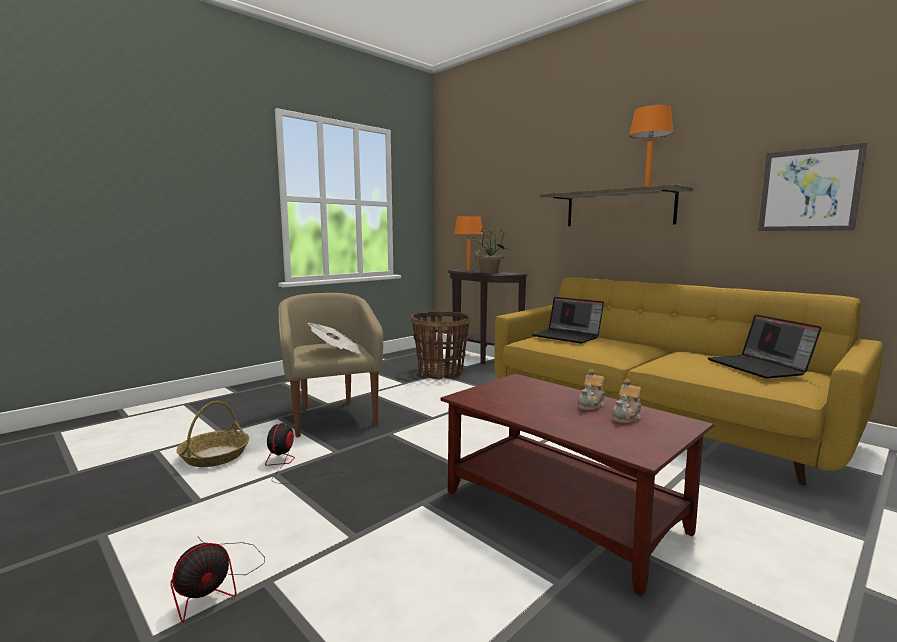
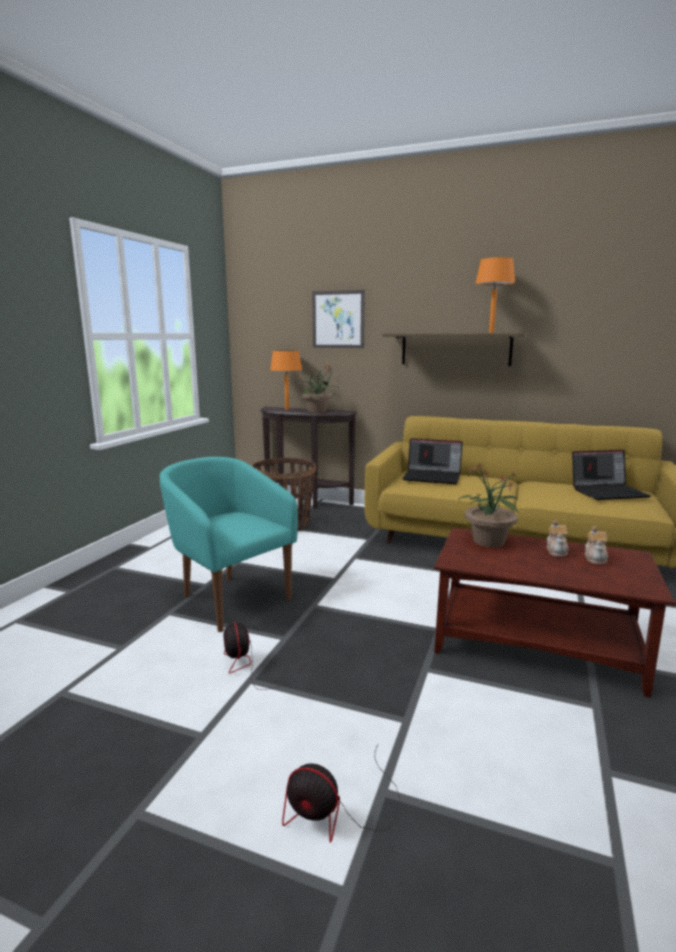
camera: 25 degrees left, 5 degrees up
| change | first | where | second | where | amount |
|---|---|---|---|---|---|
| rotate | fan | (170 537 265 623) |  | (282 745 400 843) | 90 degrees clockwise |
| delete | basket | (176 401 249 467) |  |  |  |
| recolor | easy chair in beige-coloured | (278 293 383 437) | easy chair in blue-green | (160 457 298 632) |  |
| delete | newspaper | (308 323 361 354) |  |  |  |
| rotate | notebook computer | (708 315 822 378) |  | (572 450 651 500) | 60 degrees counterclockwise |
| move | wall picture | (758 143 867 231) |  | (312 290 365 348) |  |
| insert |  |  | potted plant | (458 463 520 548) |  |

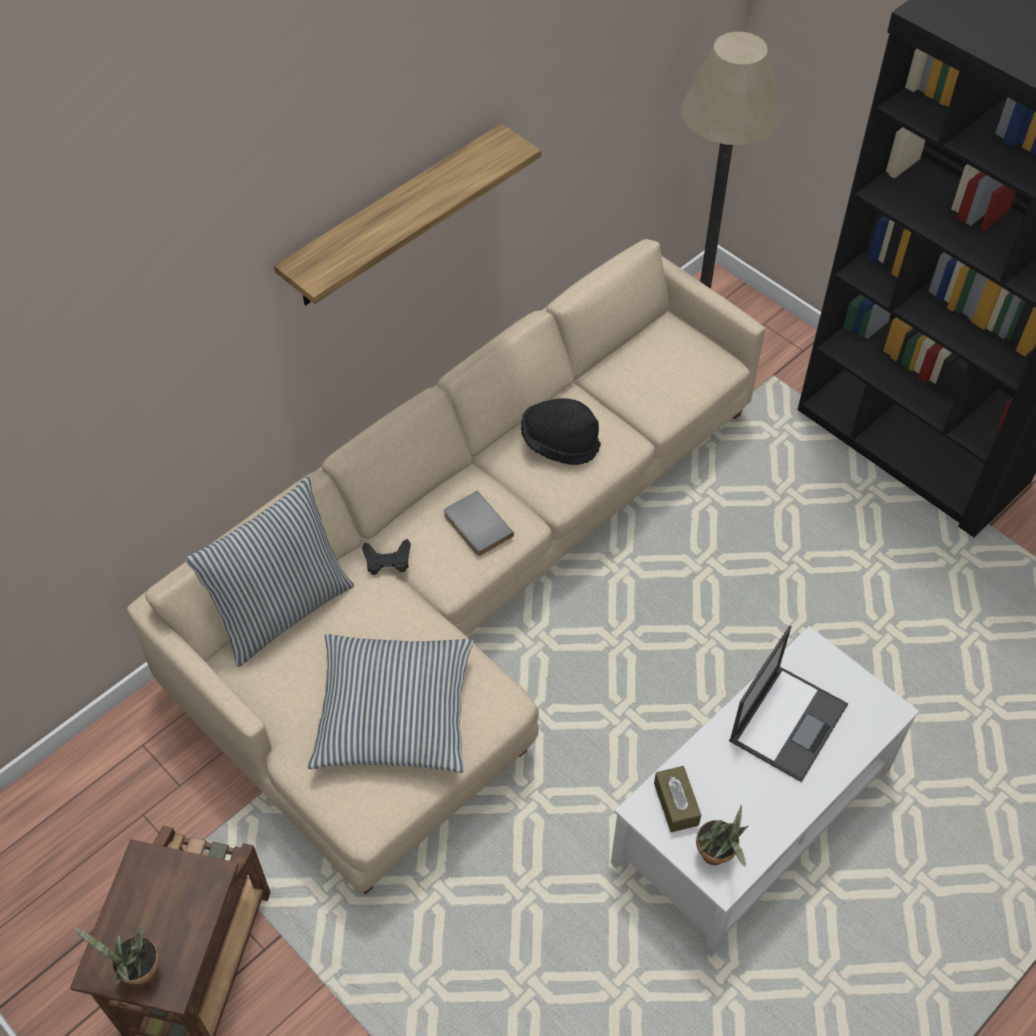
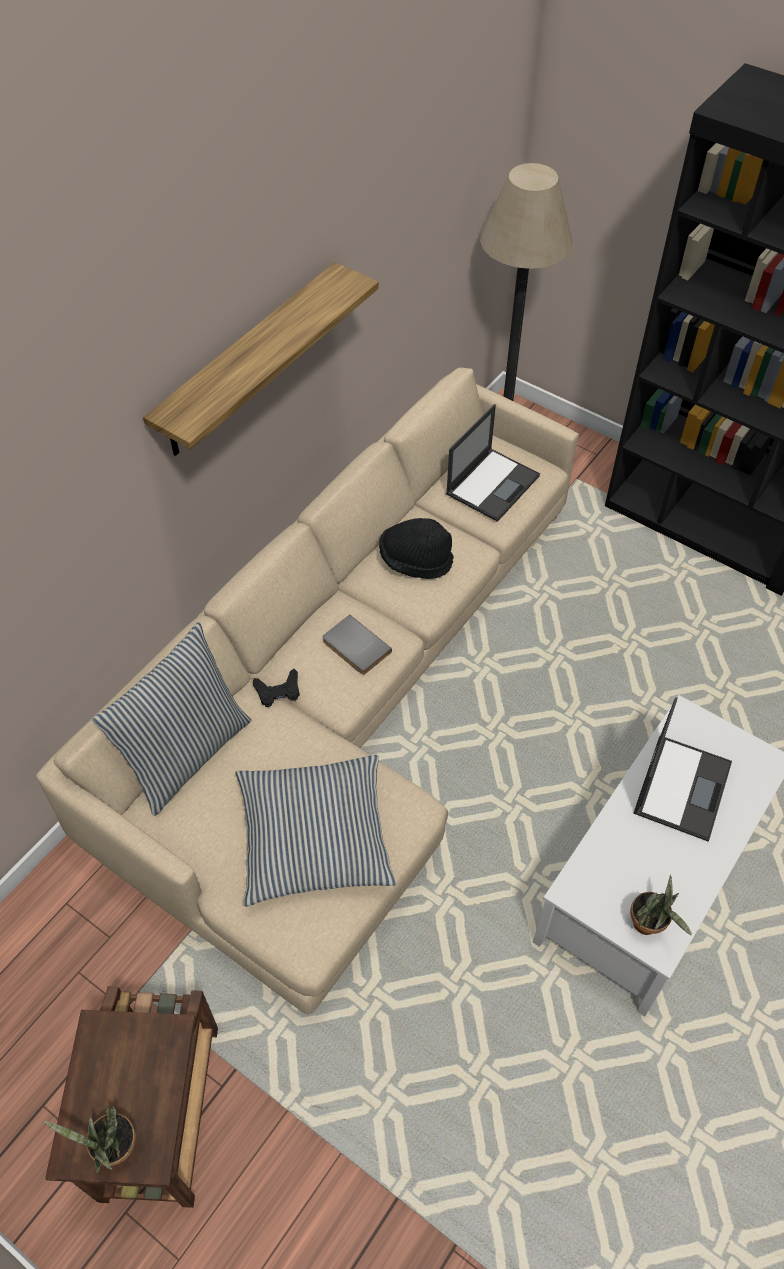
camera: 10 degrees left, 0 degrees up
| change | first | where | second | where | amount |
|---|---|---|---|---|---|
| delete | tissue box in brownish | (654 766 701 832) |  |  |  |
| insert |  |  | notebook computer | (446 404 540 522) |  |

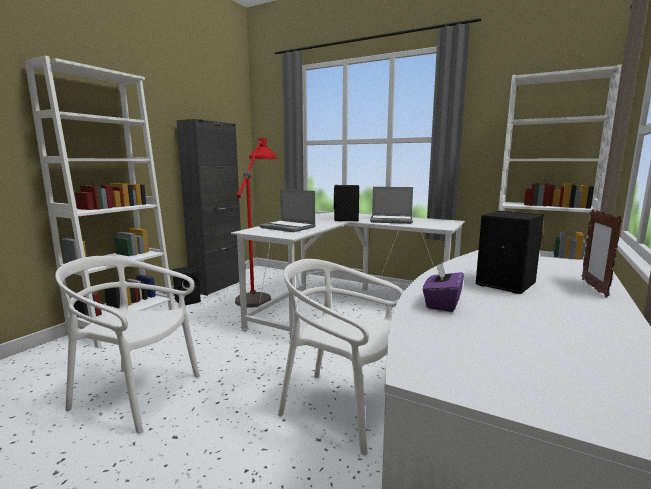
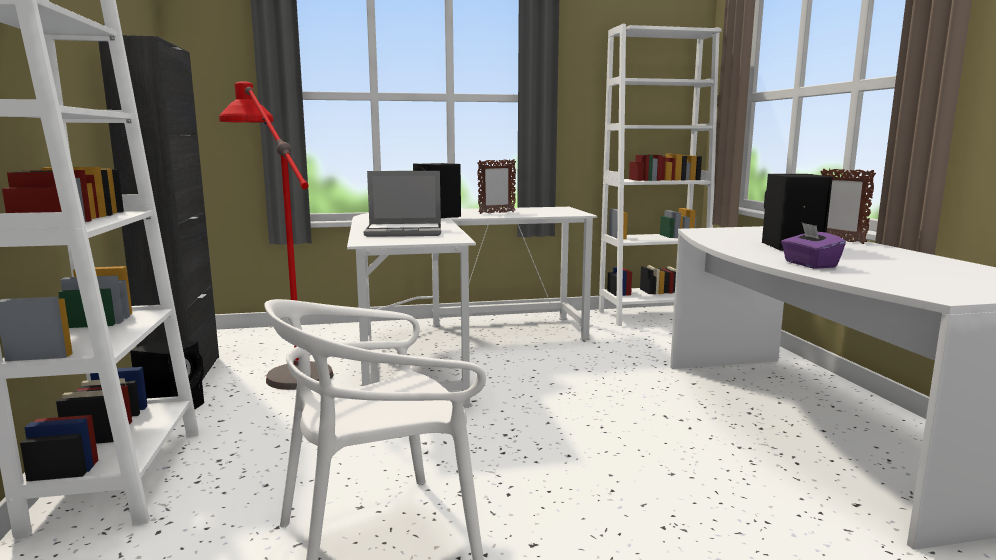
camera: 40 degrees left, 0 degrees up
| change | first | where | second | where | amount |
|---|---|---|---|---|---|
| delete | plain chair in white | (278 259 403 455) |  |  |  |
| replace | notebook computer | (370 187 413 224) | photo frame | (477 159 516 214) |  |

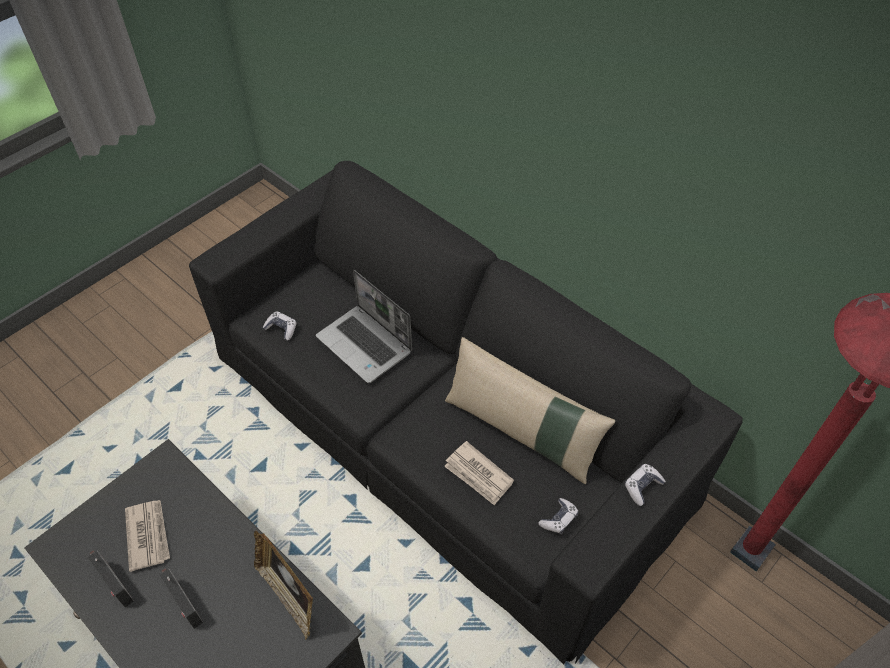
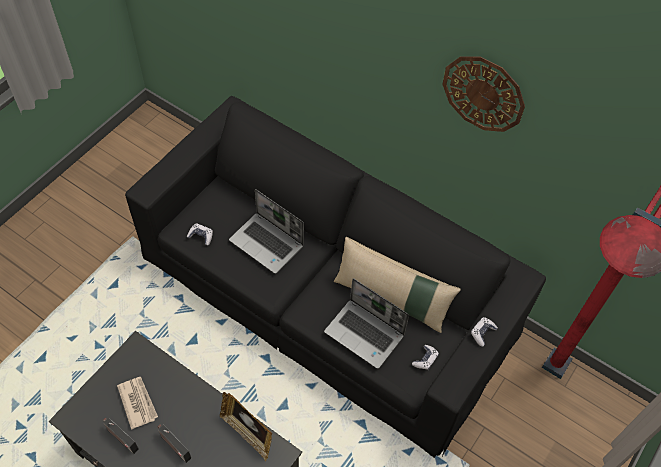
camera: 10 degrees left, 5 degrees up
| change | first | where | second | where | amount |
|---|---|---|---|---|---|
| replace | newspaper | (444 441 514 506) | notebook computer | (324 278 409 369) |  |
| insert |  |  | hanging clock | (442 56 525 132) |  |

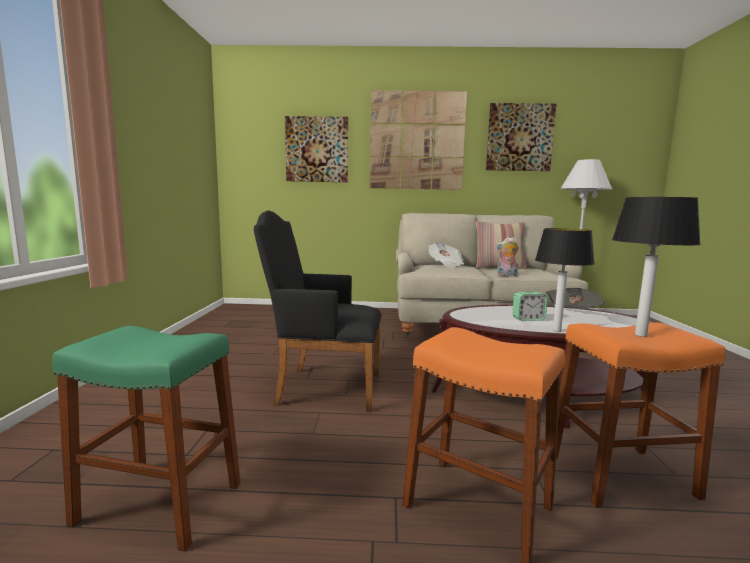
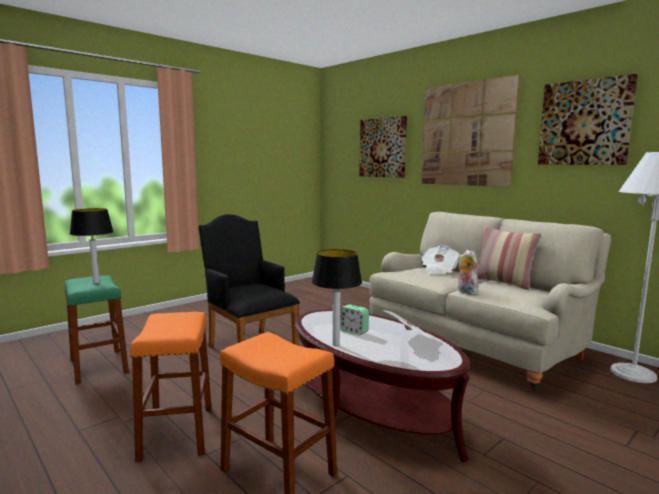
camera: 45 degrees right, 0 degrees up
| change | first | where | second | where | amount |
|---|---|---|---|---|---|
| move | tabletop lamp | (612 197 701 337) |  | (70 208 114 284) |  |

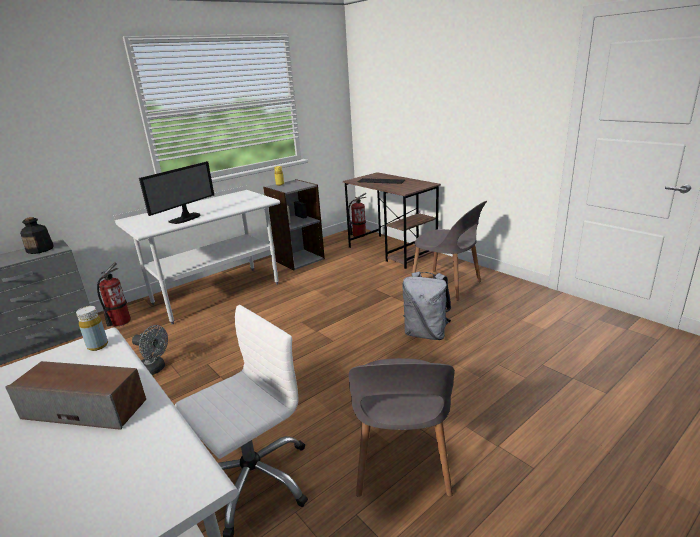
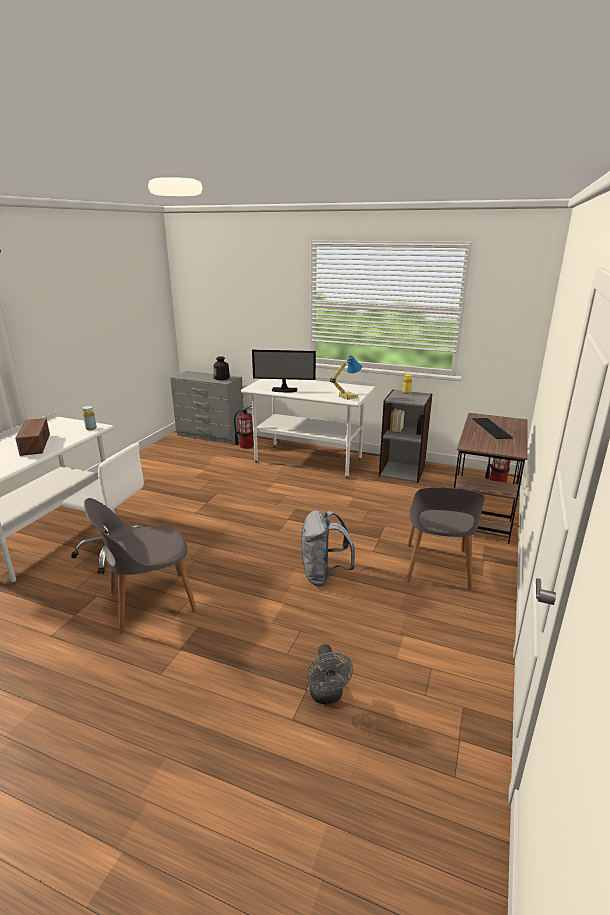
camera: 60 degrees right, 0 degrees up
| change | first | where | second | where | amount |
|---|---|---|---|---|---|
| move | fan in greyish | (132 325 168 375) |  | (307 644 353 704) |  |
| insert |  |  | tabletop lamp | (330 355 362 400) |  |

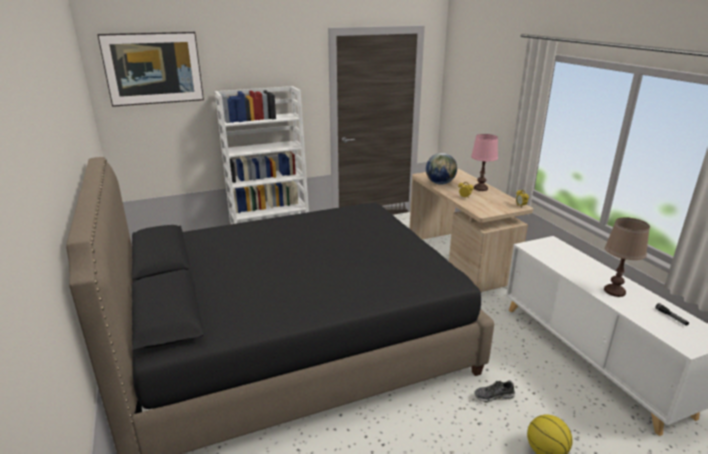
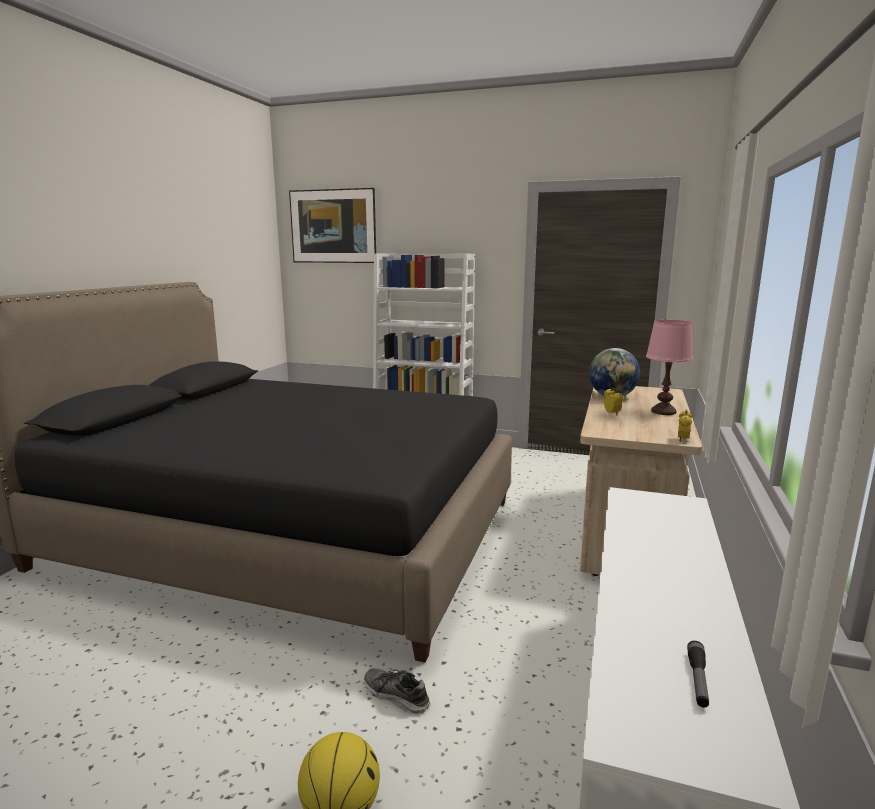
camera: 40 degrees right, 10 degrees down
| change | first | where | second | where | amount |
|---|---|---|---|---|---|
| delete | tabletop lamp in brownish | (604 217 650 297) |  |  |  |

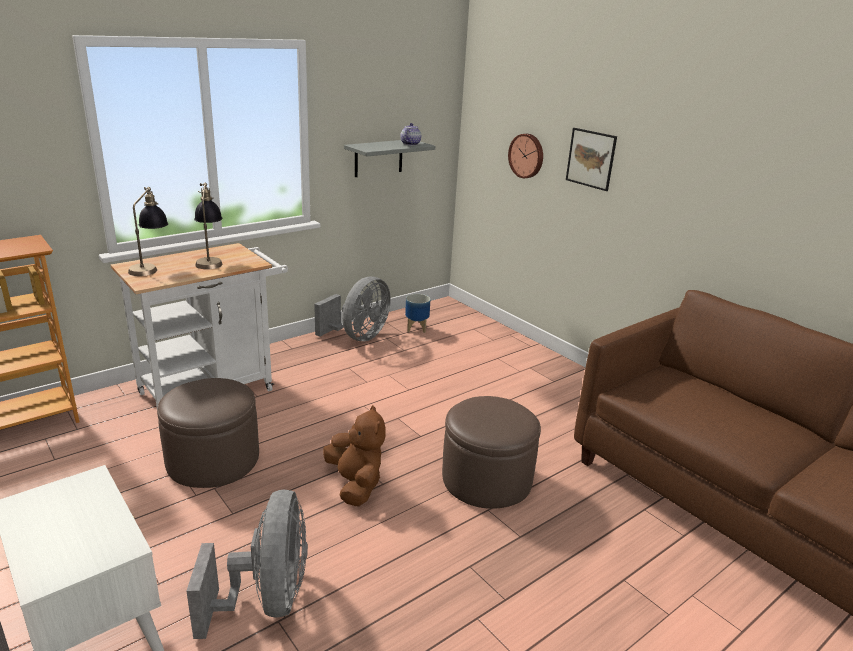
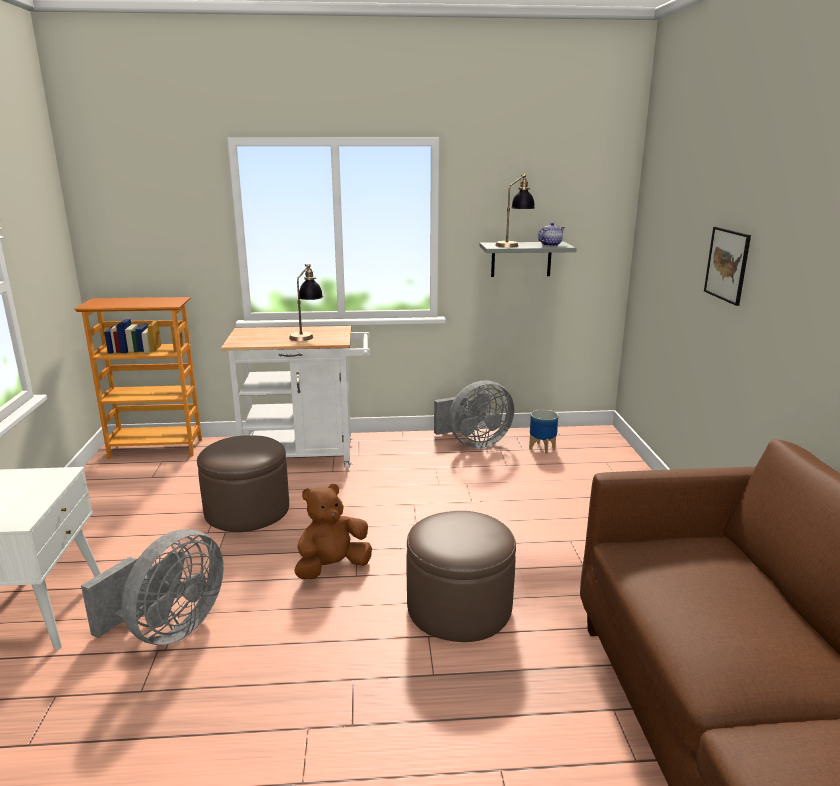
camera: 35 degrees right, 5 degrees down
| change | first | where | second | where | amount |
|---|---|---|---|---|---|
| move | tabletop lamp | (128 187 168 276) |  | (495 174 535 248) |  |
| rotate | soft toy in brownish | (323 405 386 506) |  | (294 484 372 579) | 135 degrees counterclockwise |
| delete | hanging clock | (508 134 543 178) |  |  |  |

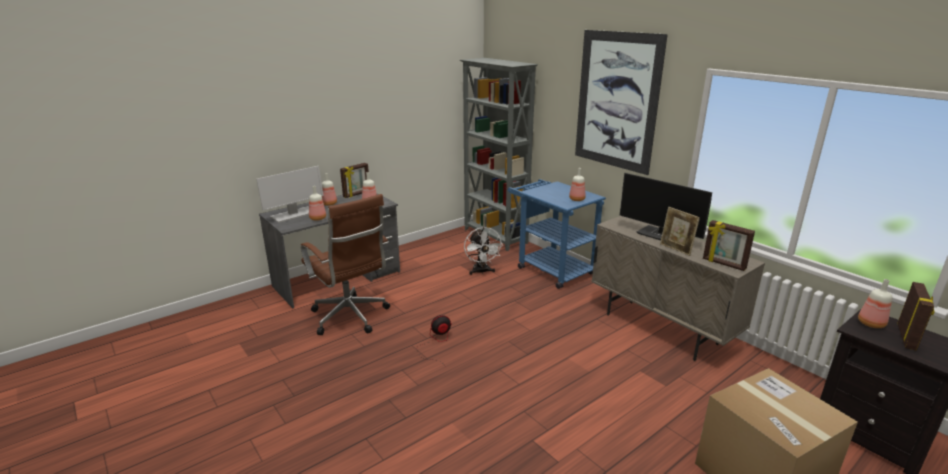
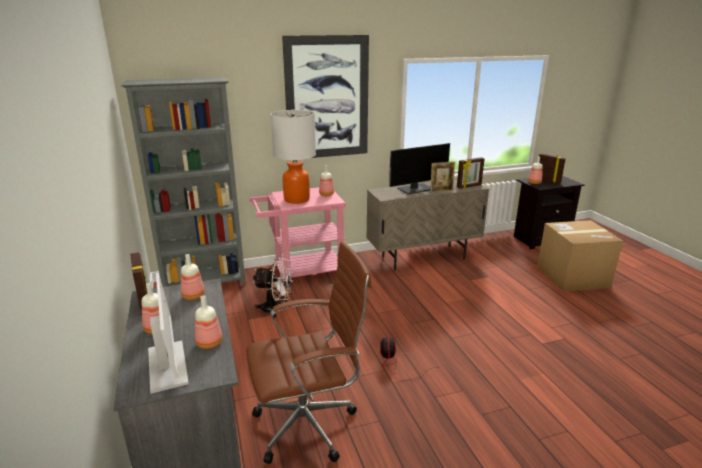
camera: 70 degrees left, 0 degrees up
| change | first | where | second | where | amount |
|---|---|---|---|---|---|
| recolor | trolley in bluish | (508 179 606 289) | trolley in pinkish | (250 187 346 288) |  |
| insert |  |  | tabletop lamp | (271 110 316 204) |  |

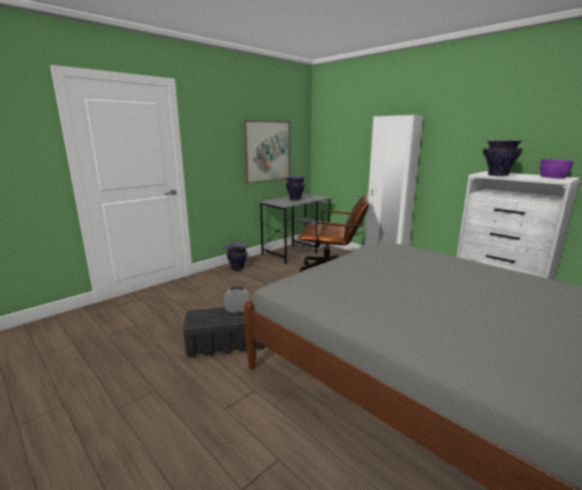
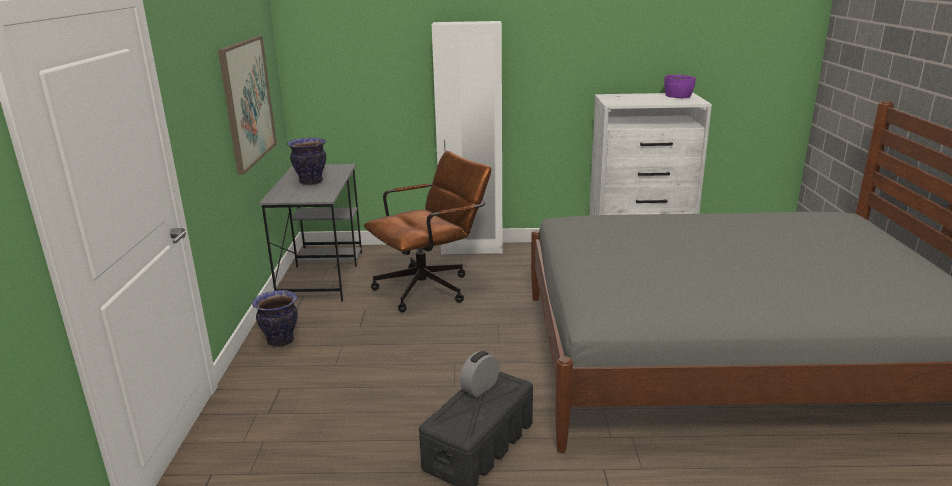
camera: 45 degrees left, 5 degrees up
| change | first | where | second | where | amount |
|---|---|---|---|---|---|
| delete | vase | (483 141 522 176) |  |  |  |

